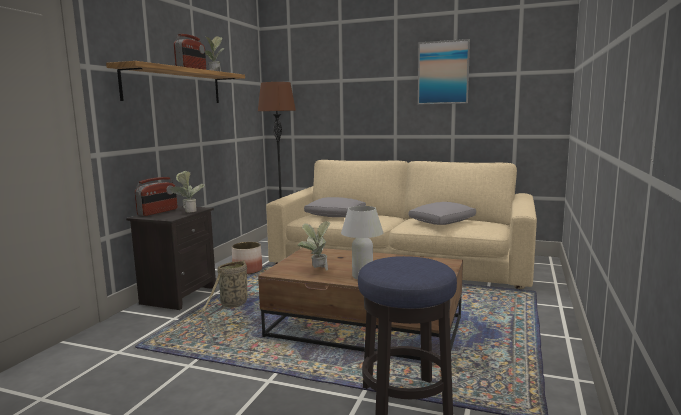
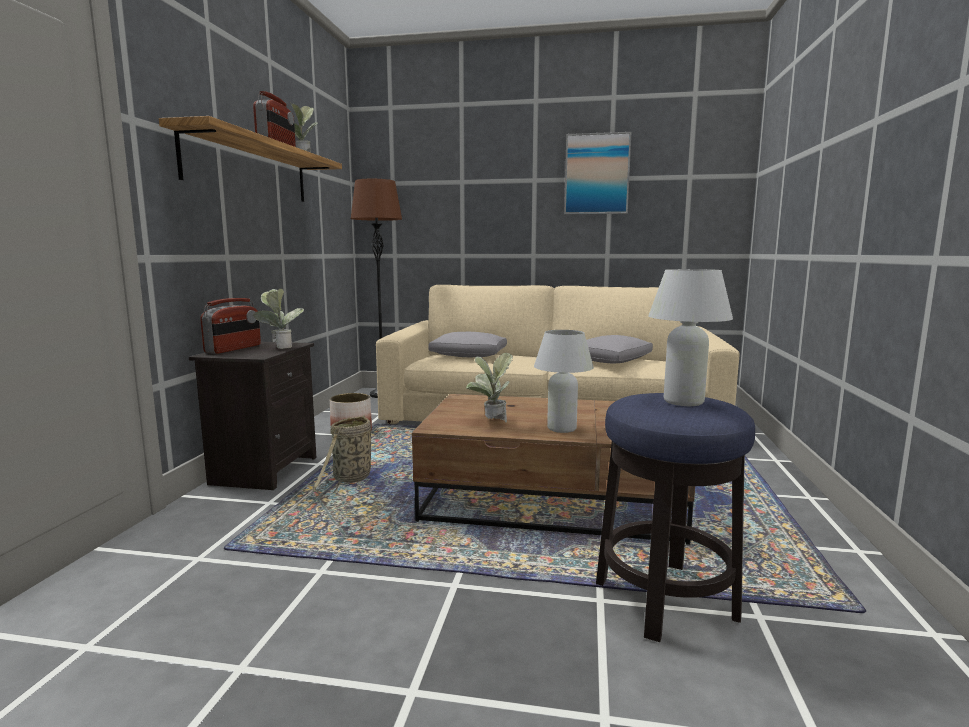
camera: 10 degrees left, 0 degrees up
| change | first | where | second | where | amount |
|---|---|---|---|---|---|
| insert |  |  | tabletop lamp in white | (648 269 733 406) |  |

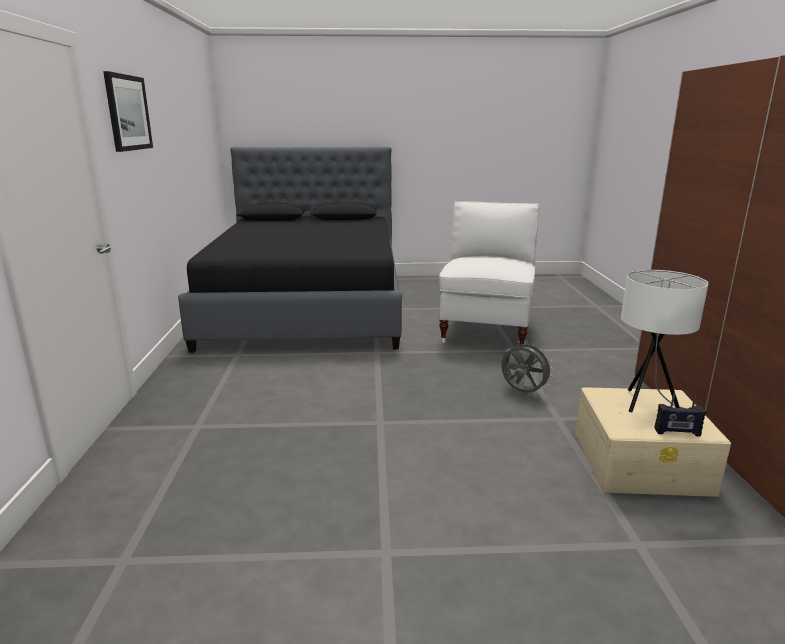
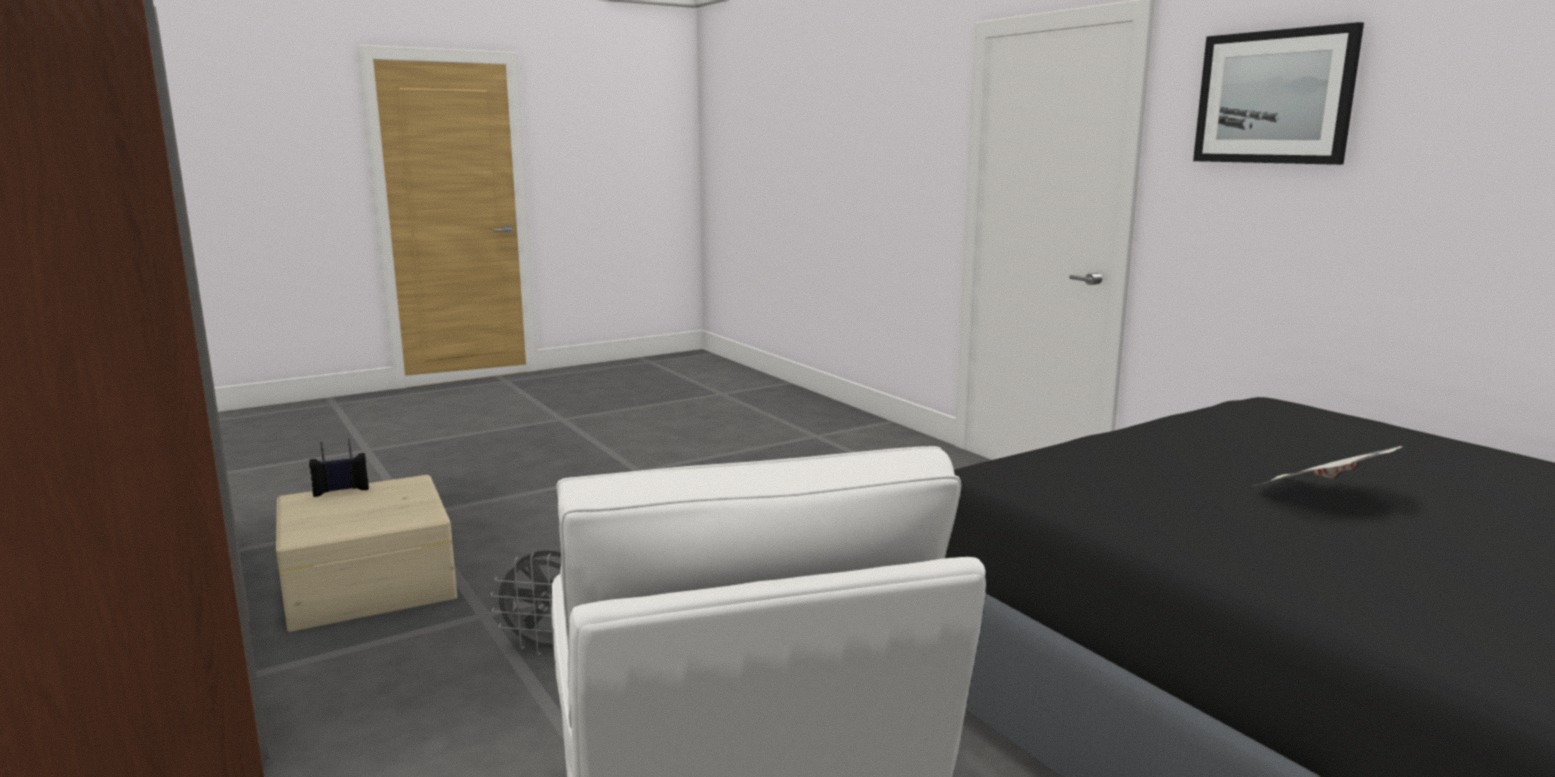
camera: 150 degrees right, 5 degrees down
| change | first | where | second | where | amount |
|---|---|---|---|---|---|
| delete | tabletop lamp in white | (621 270 708 412) |  |  |  |
| insert |  |  | newspaper | (1253 446 1403 486) |  |

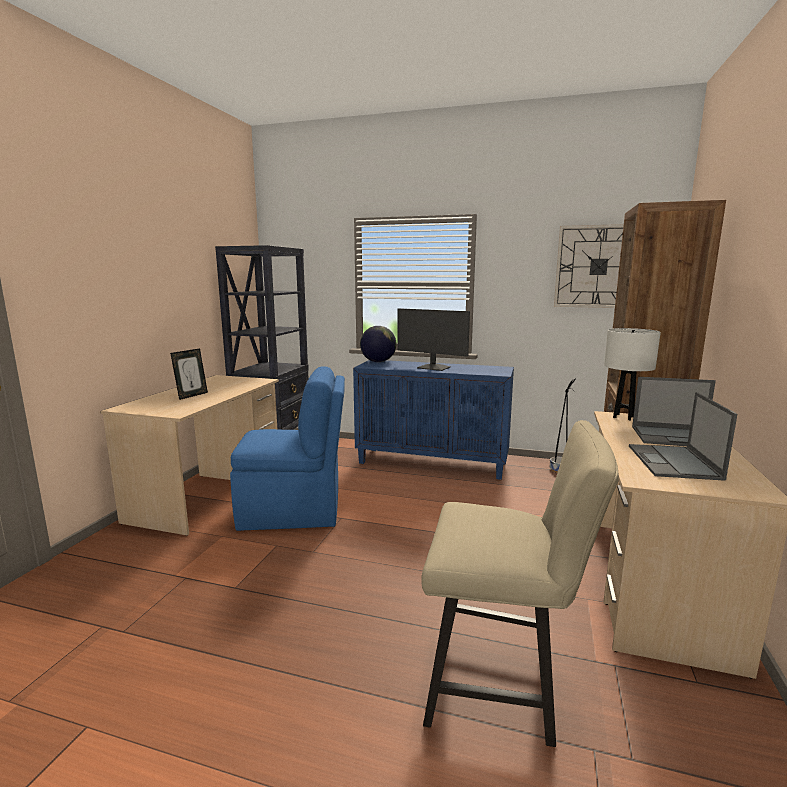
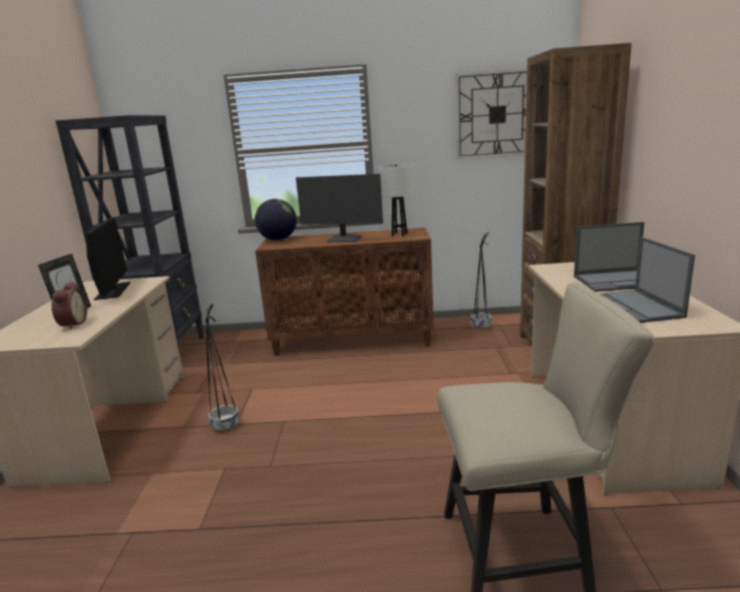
camera: 15 degrees left, 5 degrees up
| change | first | where | second | where | amount |
|---|---|---|---|---|---|
| replace | plain chair in bluish | (230 366 345 531) | plant pot in black-coloured | (205 304 239 432) |  |
| recolor | storage cabinet in bluish | (353 360 514 480) | storage cabinet in brownish | (255 228 434 356) |  |
| move | tabletop lamp in white | (604 328 661 421) |  | (377 163 416 236) |  |
| insert |  |  | bedside clock | (51 282 87 329) |  |
| insert |  |  | monitor | (86 217 131 300) |  |

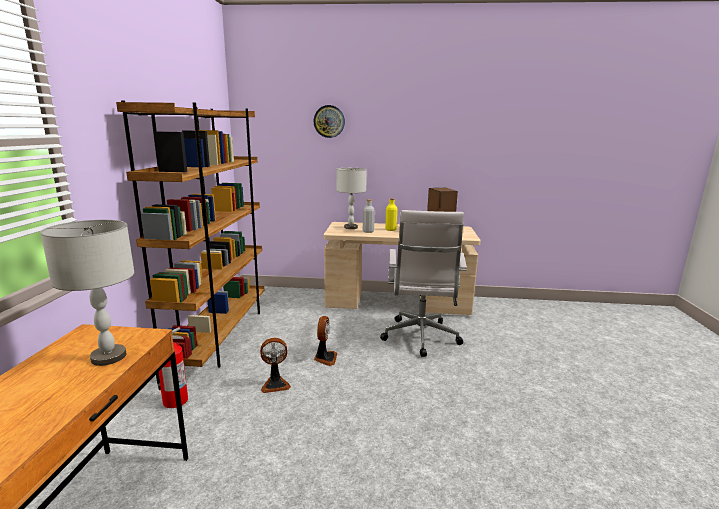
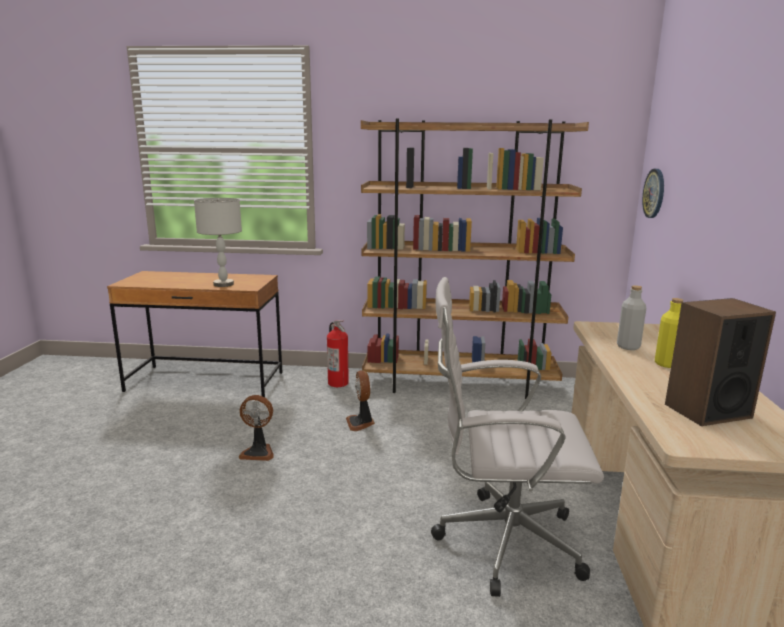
camera: 90 degrees right, 0 degrees up
| change | first | where | second | where | amount |
|---|---|---|---|---|---|
| move | hanging clock | (313 105 345 138) |  | (642 169 664 218) |  |
| move | fan | (314 316 337 366) |  | (238 395 274 461) |  |
| delete | tabletop lamp in greyish | (336 168 367 229) |  |  |  |

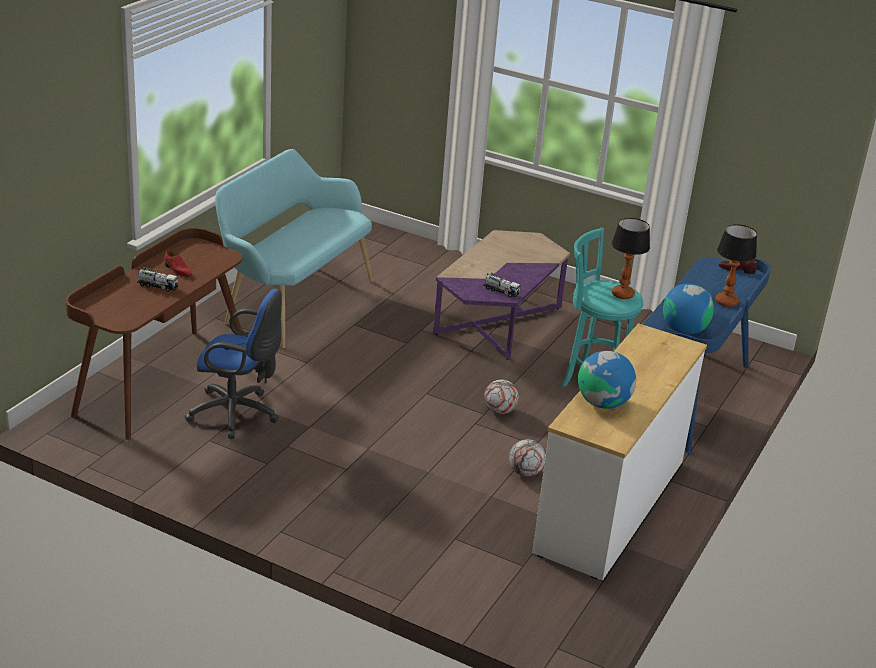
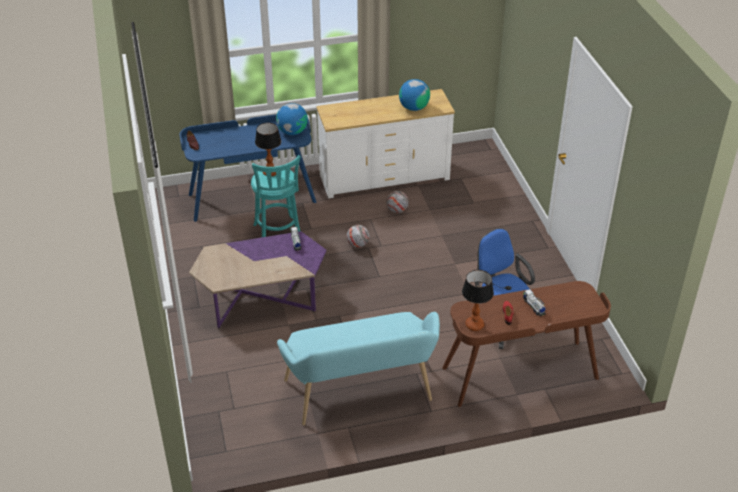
camera: 130 degrees left, 10 degrees up
| change | first | where | second | where | amount |
|---|---|---|---|---|---|
| move | tabletop lamp | (715 224 757 307) |  | (462 270 494 331) |  |

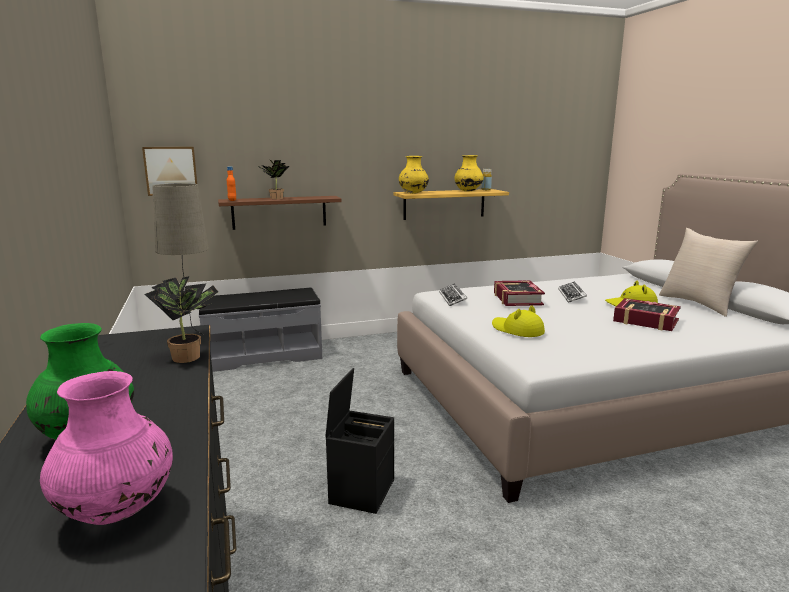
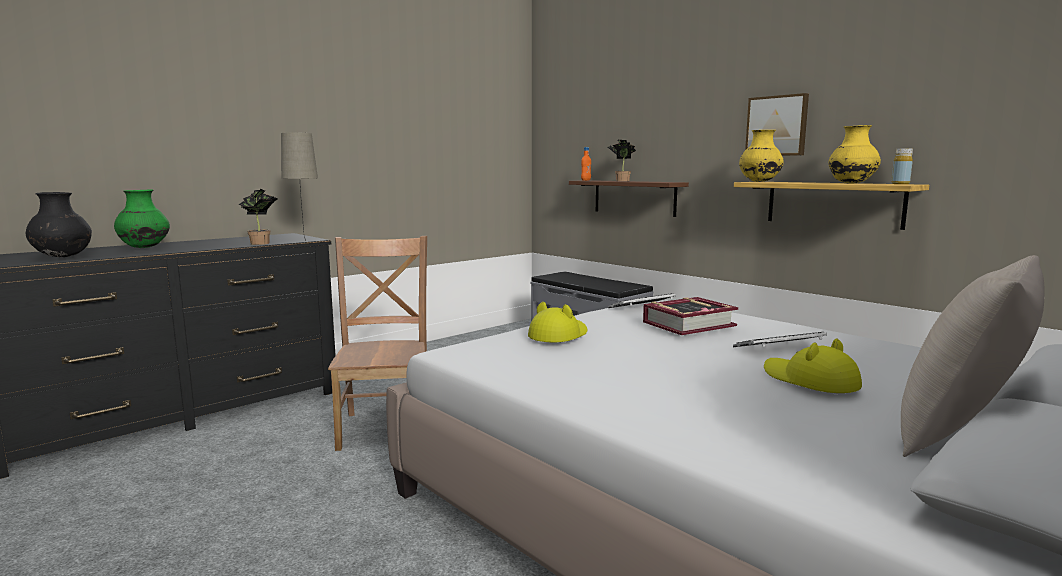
camera: 65 degrees right, 5 degrees down
| change | first | where | second | where | amount |
|---|---|---|---|---|---|
| recolor | vase in pinkish | (40 371 173 525) | vase in black-coloured | (26 192 92 257) |  |
| move | wall picture | (142 147 197 196) |  | (745 93 809 156) |  |
| replace | storage box in black-coloured | (325 368 394 514) | plain chair in brownish | (328 236 427 451) |  |
| delete | bound book | (613 298 681 331) |  |  |  |

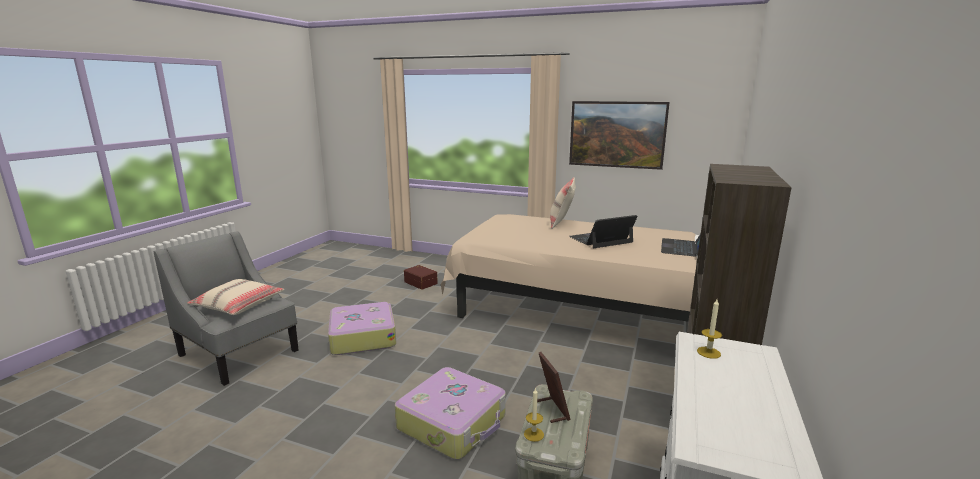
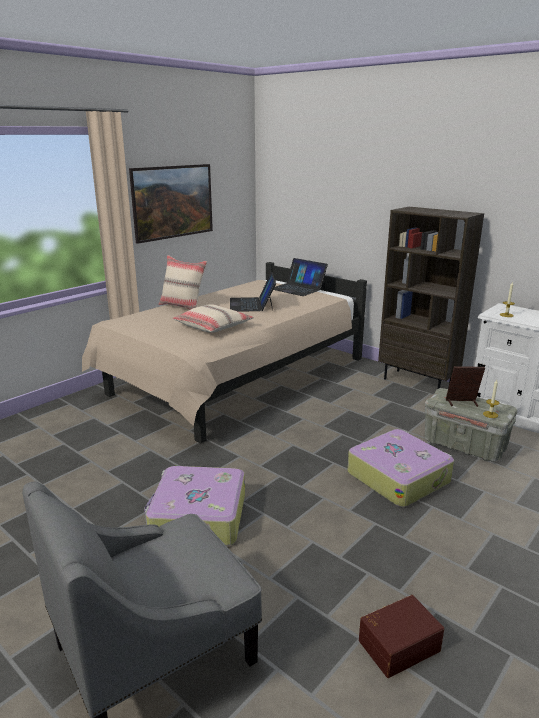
camera: 70 degrees left, 5 degrees up
| change | first | where | second | where | amount |
|---|---|---|---|---|---|
| move | throw pillow in beige-coloured | (187 279 284 315) |  | (172 304 254 333) |  |
| move | storage box in brownish | (404 265 438 290) |  | (359 595 444 678) |  |

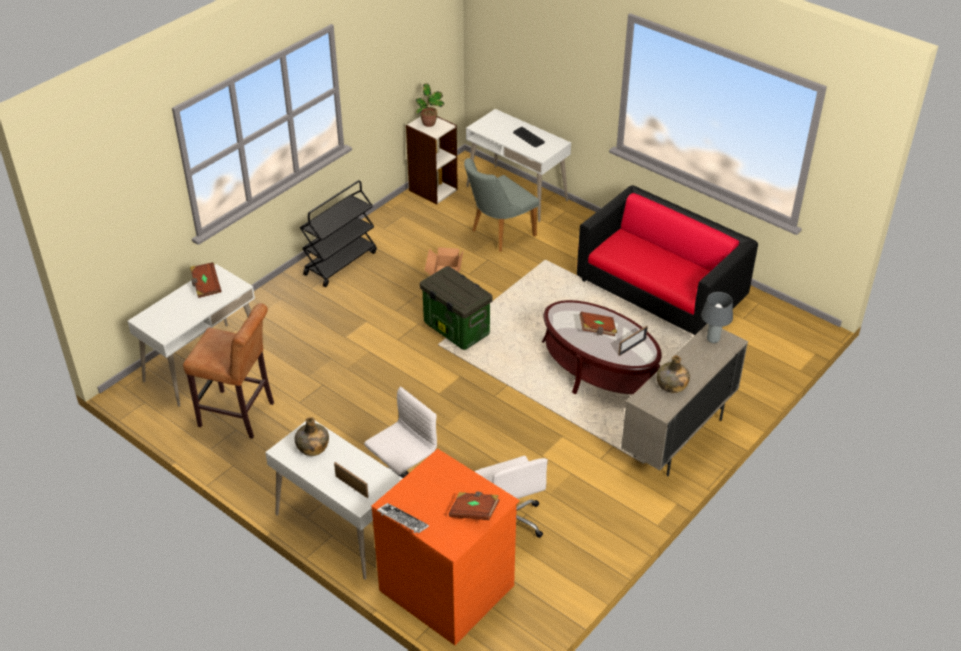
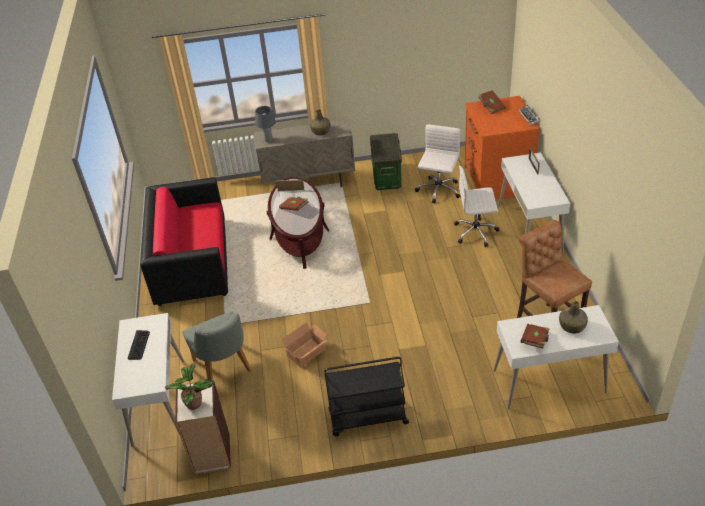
camera: 135 degrees left, 0 degrees up
| change | first | where | second | where | amount |
|---|---|---|---|---|---|
| move | drink bottle in greenish | (295 417 329 456) |  | (559 301 588 334) |  |
| move | storage box | (420 266 493 350) |  | (370 133 402 190) |  |
| rotate | plain chair in greyish | (464 158 539 252) |  | (182 311 251 381) | 60 degrees clockwise |

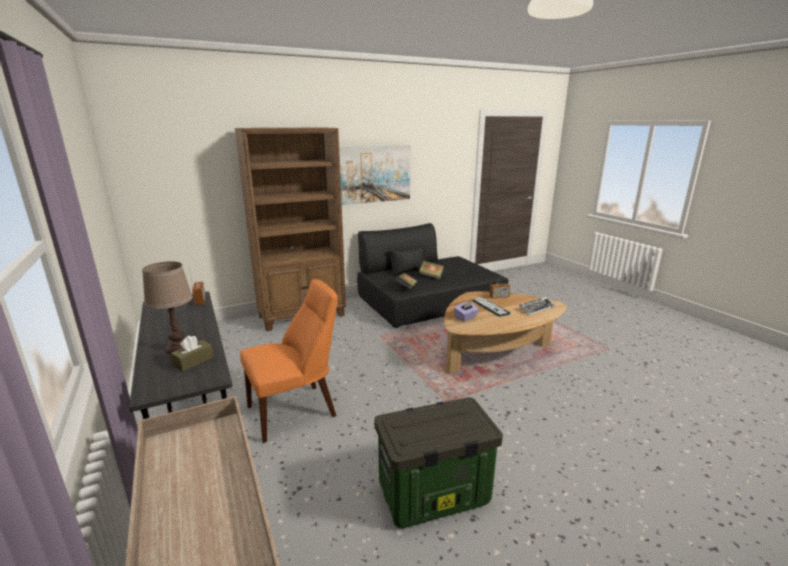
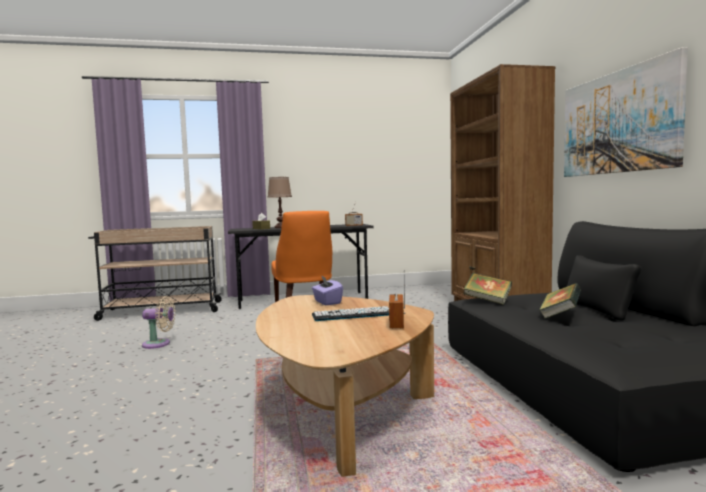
camera: 105 degrees right, 15 degrees down
| change | first | where | second | where | amount |
|---|---|---|---|---|---|
| replace | storage box | (374 397 503 528) | fan in beige-coloured | (142 296 175 349) |  |
| delete | keyboard | (519 296 556 316) |  |  |  |

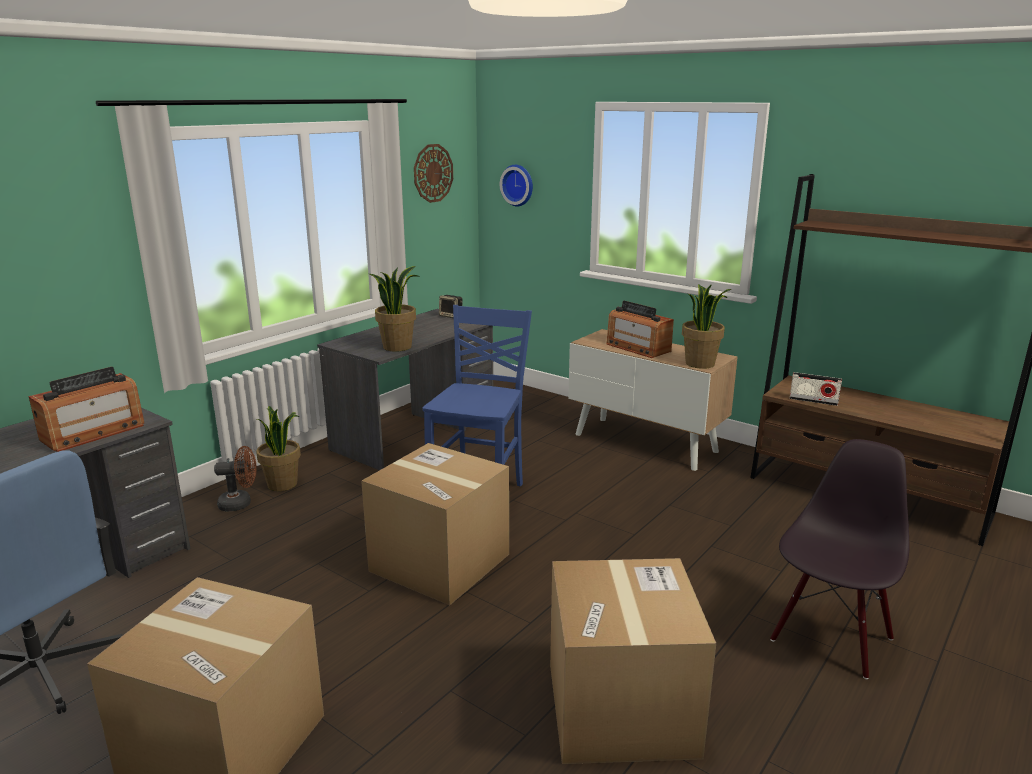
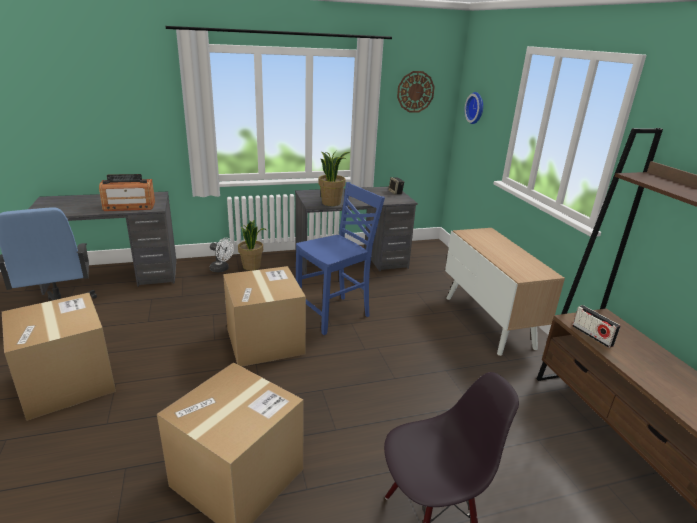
camera: 35 degrees right, 5 degrees up
| change | first | where | second | where | amount |
|---|---|---|---|---|---|
| recolor | fan in brownish | (214 446 257 511) | fan in white | (210 238 234 273) |  |
| delete | radio | (607 301 674 358) |  |  |  |
| delete | potted plant | (682 284 731 369) |  |  |  |

